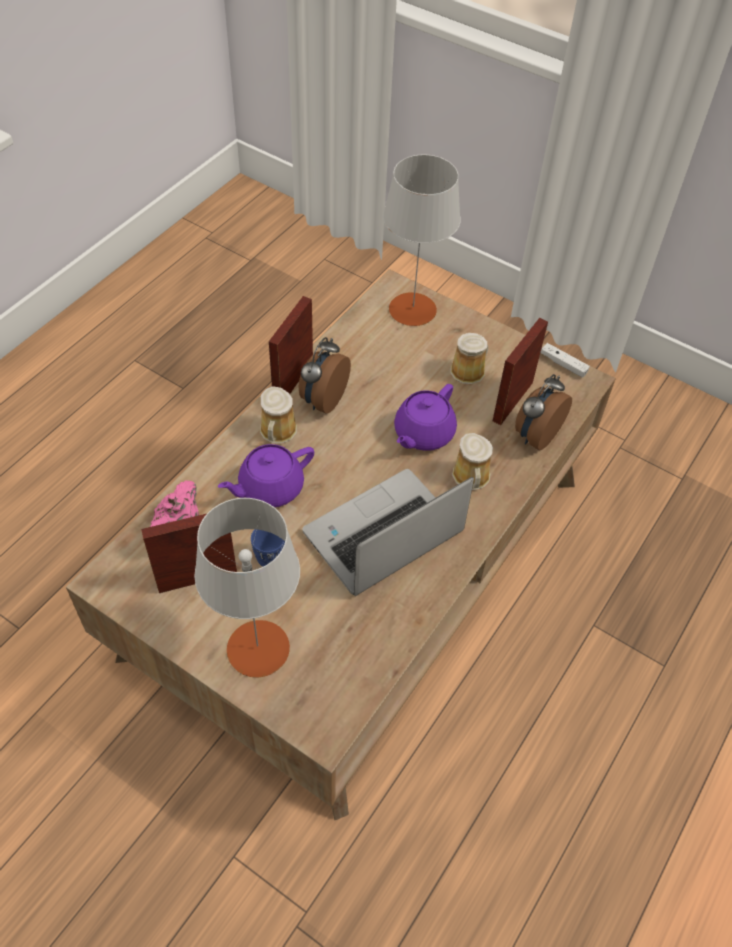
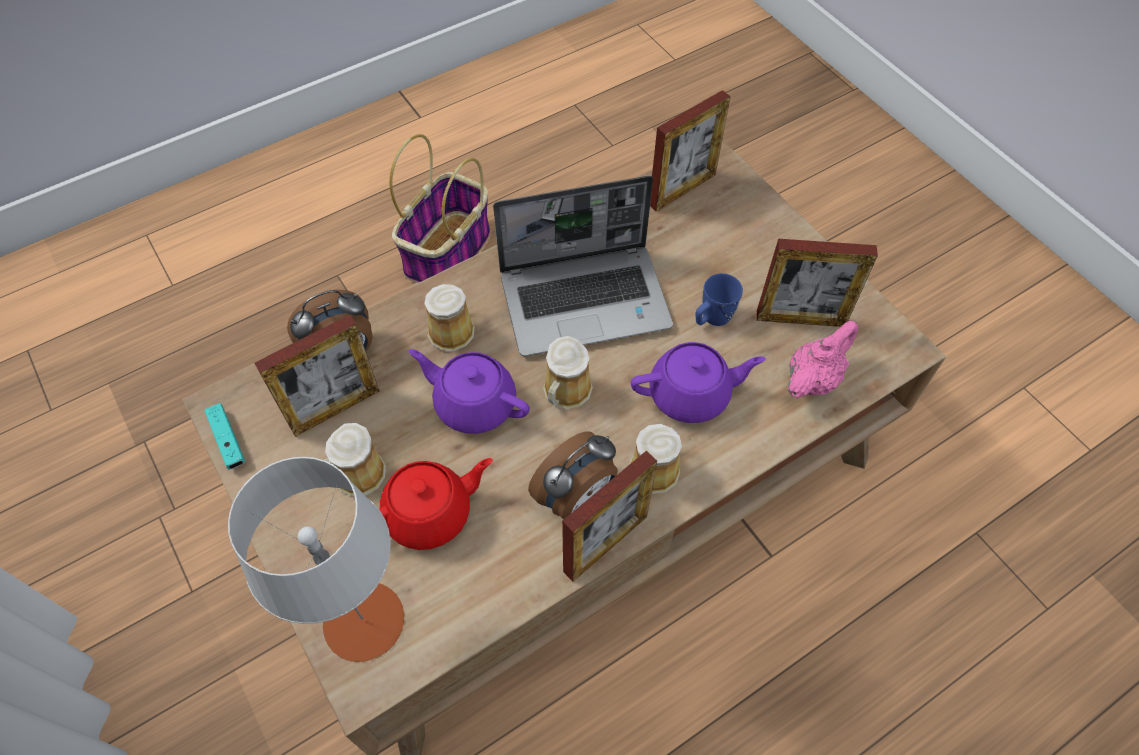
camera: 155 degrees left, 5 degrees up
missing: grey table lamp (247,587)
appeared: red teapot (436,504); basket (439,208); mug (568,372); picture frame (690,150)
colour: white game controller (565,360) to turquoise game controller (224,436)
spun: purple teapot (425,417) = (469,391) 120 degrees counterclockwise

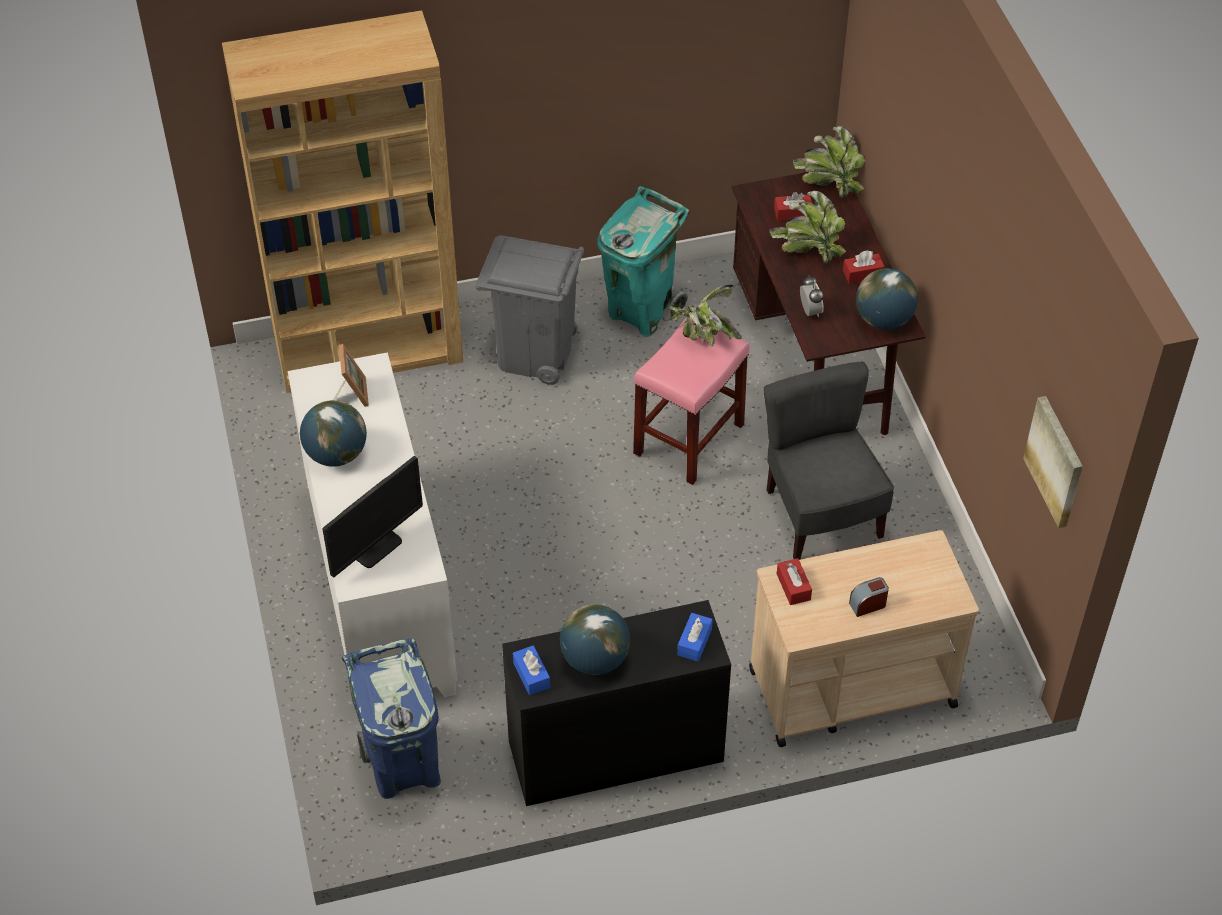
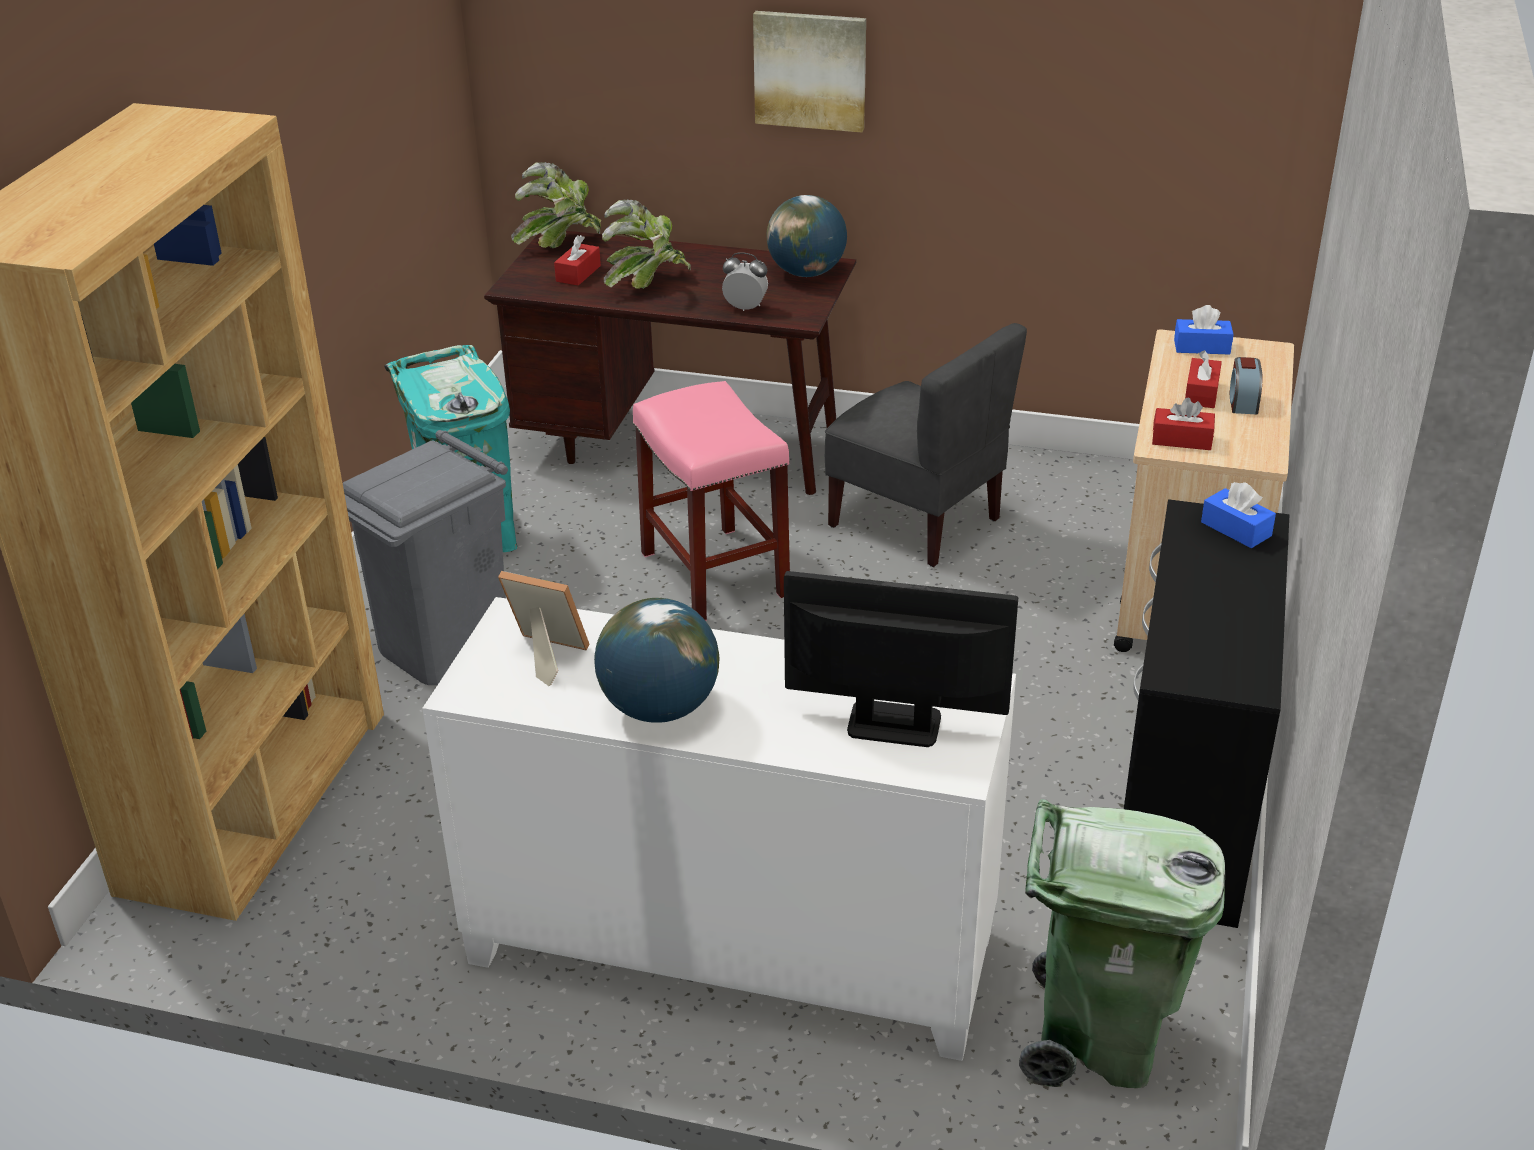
camera: 60 degrees left, 15 degrees down
missing: globe (595,639); potted plant (705,316)
relocated: picture (1053,462) to (809,71); blue tissue box (531,670) to (1203,330); red tissue box (864,267) to (1203,379)
colour: blue trash can (391,719) to green trash can (1122,943)
spun: monitor (373,517) = (901,659) 60 degrees counterclockwise; grey chair (829,461) = (926,445) 150 degrees counterclockwise

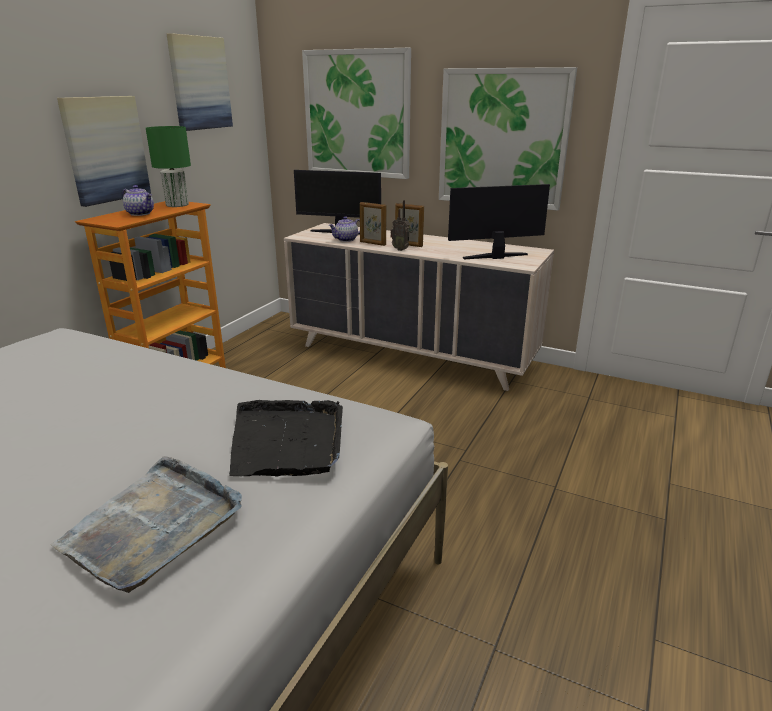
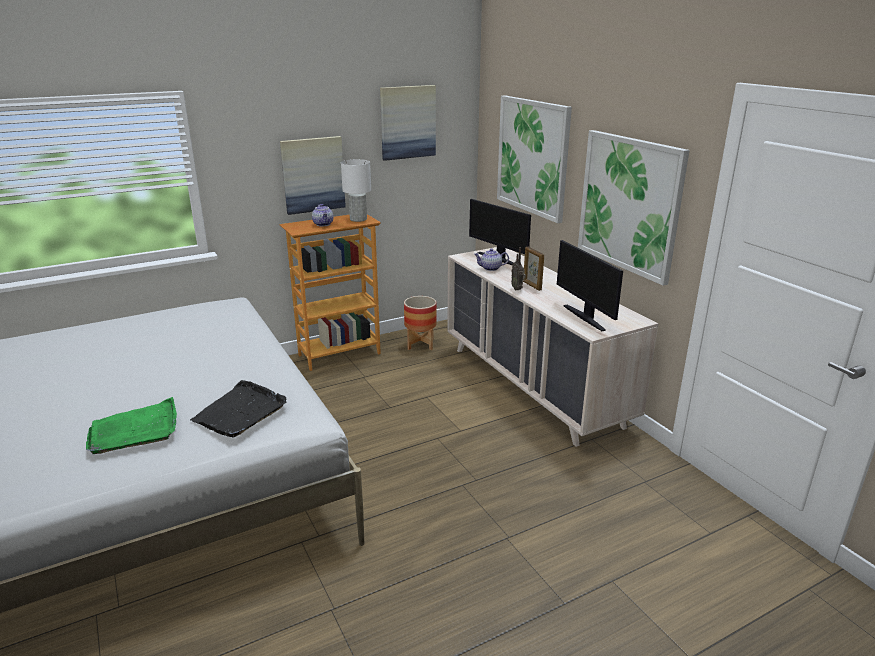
camera: 35 degrees right, 0 degrees up
missing: picture frame (373,224)
appeared: planter (420,323)
colour: grey tray (146,524) to green tray (131,425); green table lamp (168,166) to white table lamp (356,190)
spun: monitor (499,221) = (590,285) 135 degrees counterclockwise

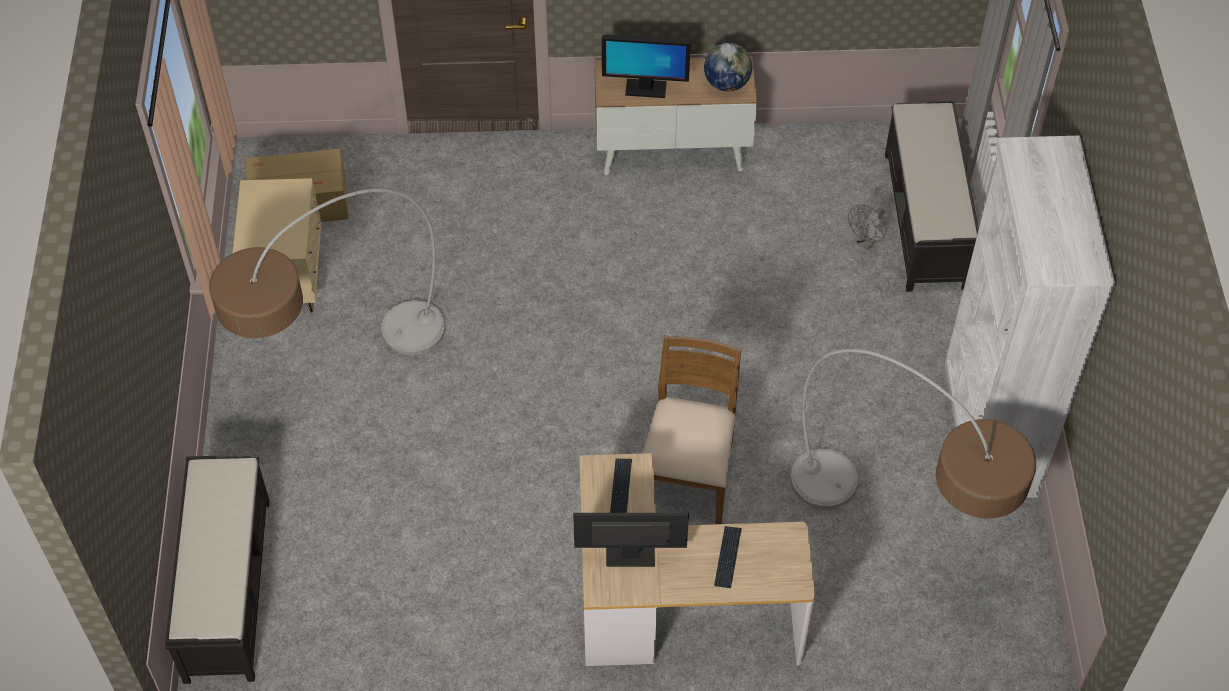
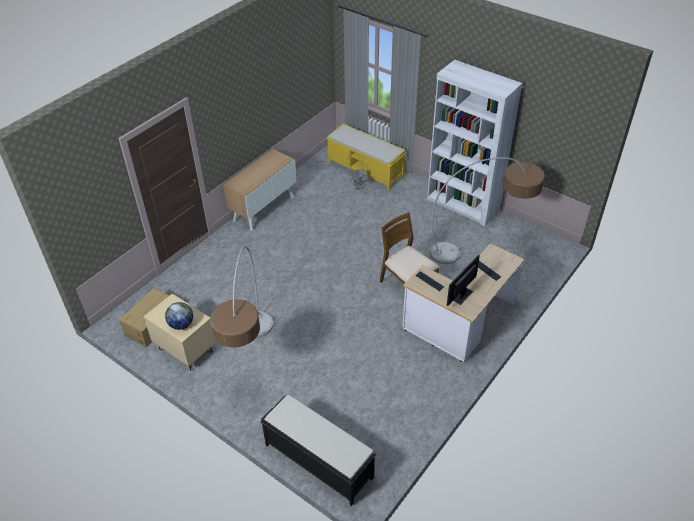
camera: 50 degrees left, 10 degrees down
missing: monitor (646,66)
relocated: globe (728,67) to (179,316)
colour: black bench (932,196) to yellow bench (366,157)

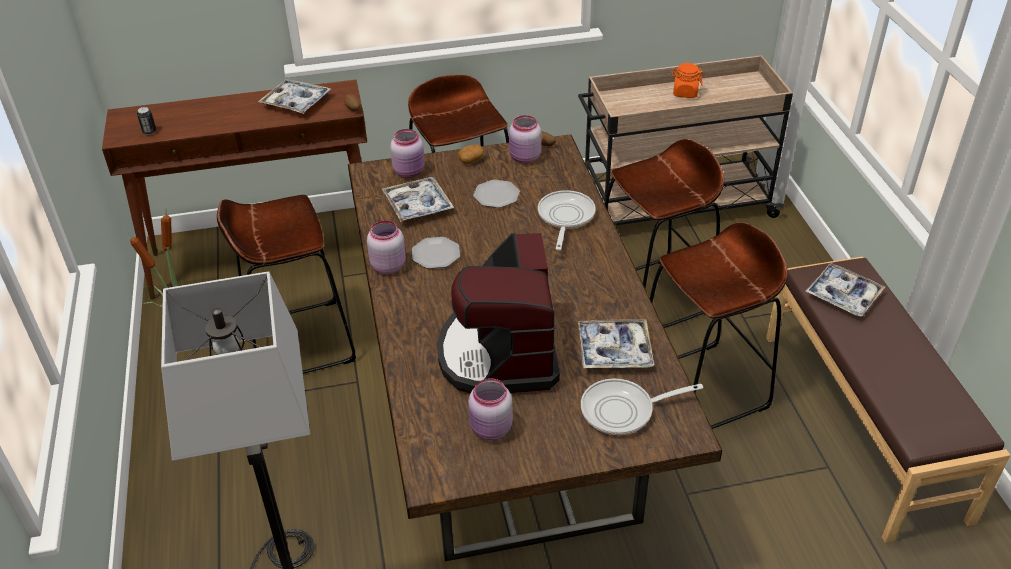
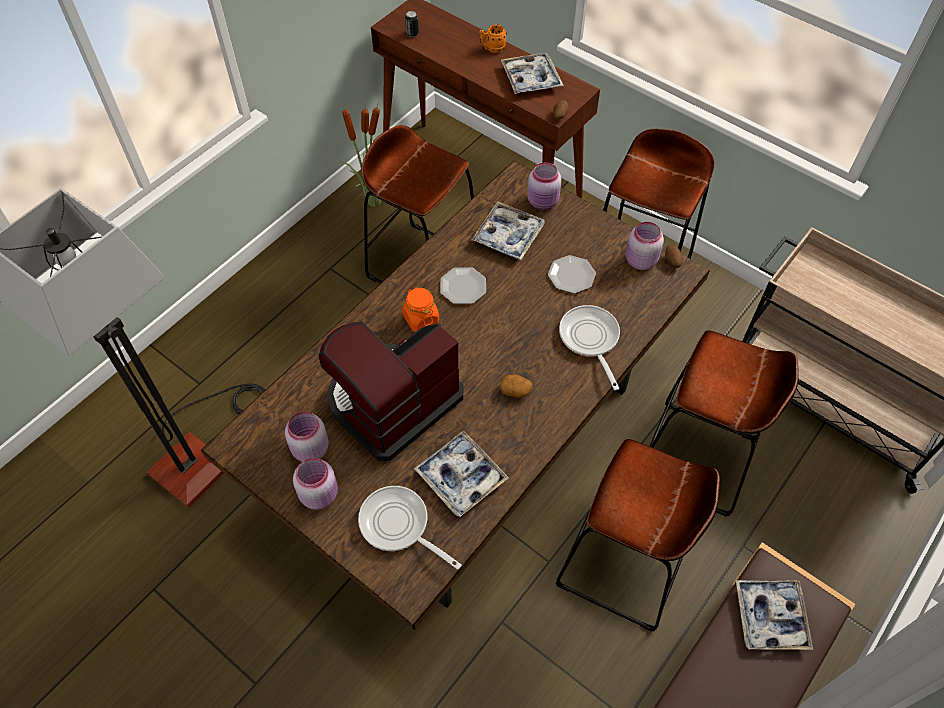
camera: 50 degrees right, 15 degrees up
appeared: orange mug (493,39)
relocated: pink jar (386,247) to (315,484); orange jar (687,80) to (420,309); potato (471,154) to (516,386)
spun: frying pan (567,220) = (589,347) 75 degrees counterclockwise

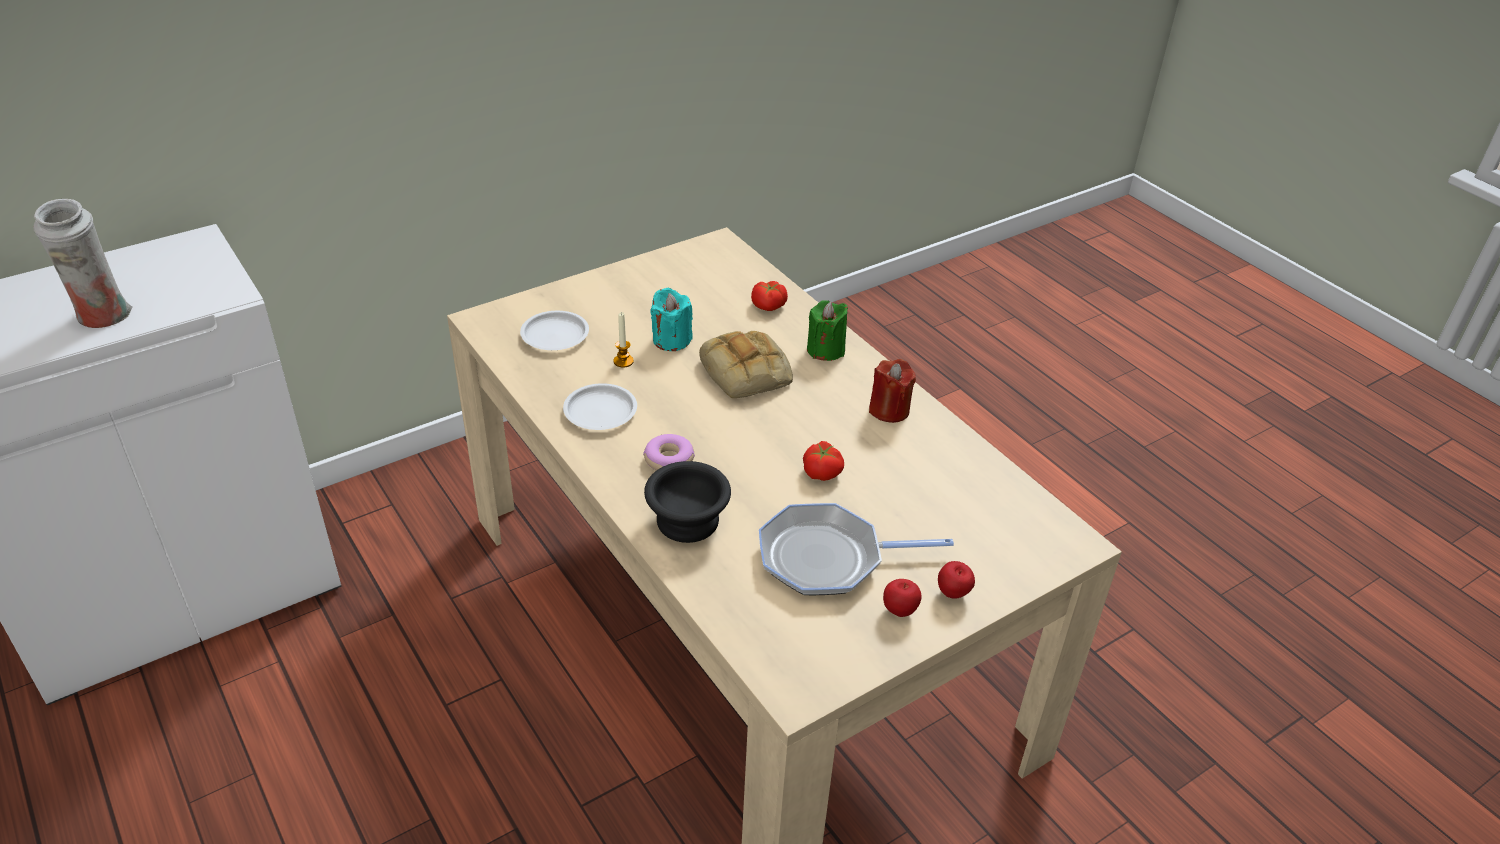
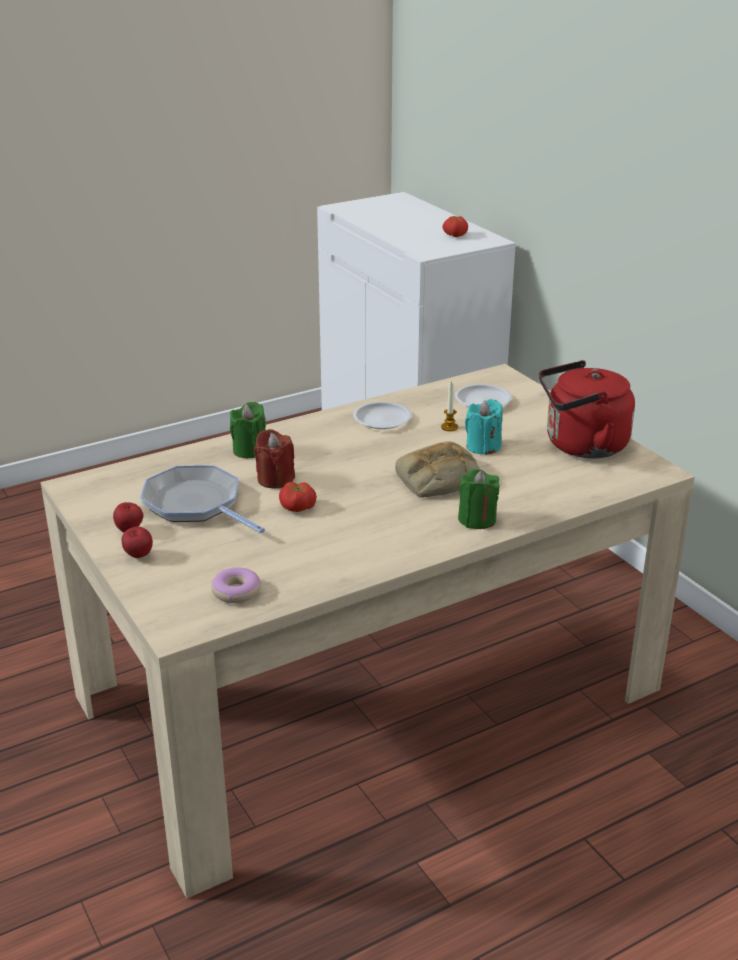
camera: 95 degrees right, 10 degrees down
missing: white vase (83,263)
appeared: red kettle (587,409)
relocated: donut (669,452) to (236,585); red candle (892,391) to (274,458); tomato (769,296) to (455,226)
exchanged: black bowl (687,502) to green candle (248,430)
spun: frying pan (856,549) = (202,499) 45 degrees counterclockwise

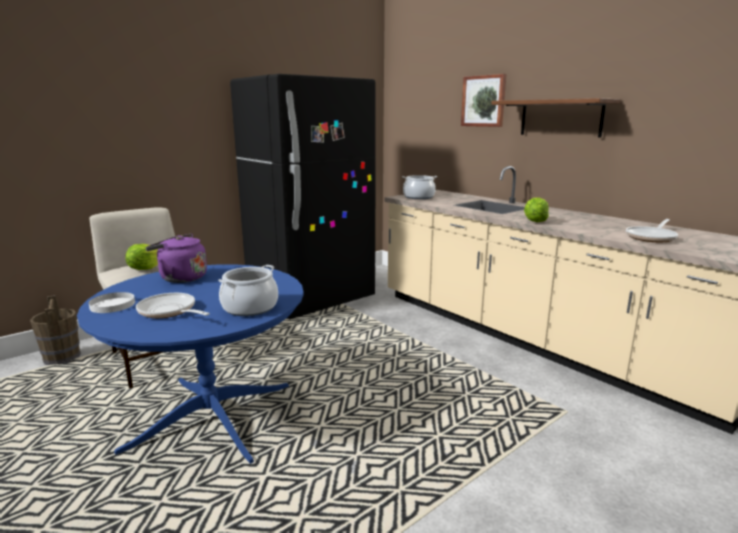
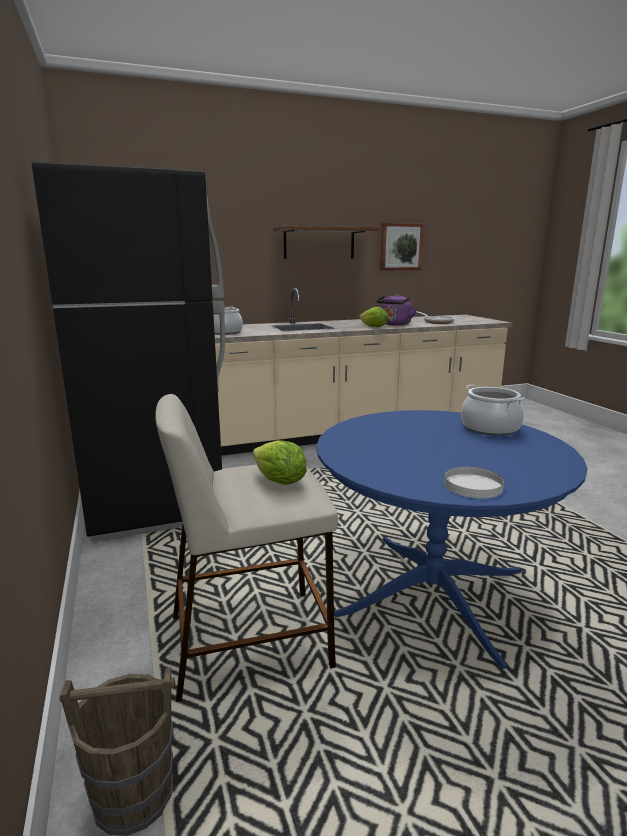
camera: 70 degrees left, 0 degrees up
missing: frying pan (173,305)
relocated: purple kettle (176,258) to (396,310); picture (484,100) to (402,247)

